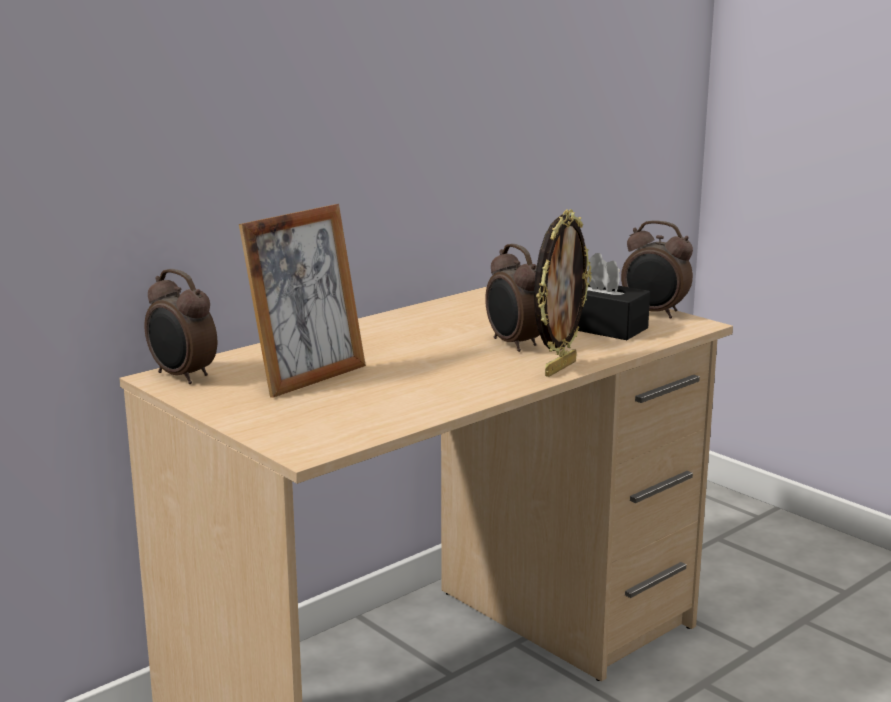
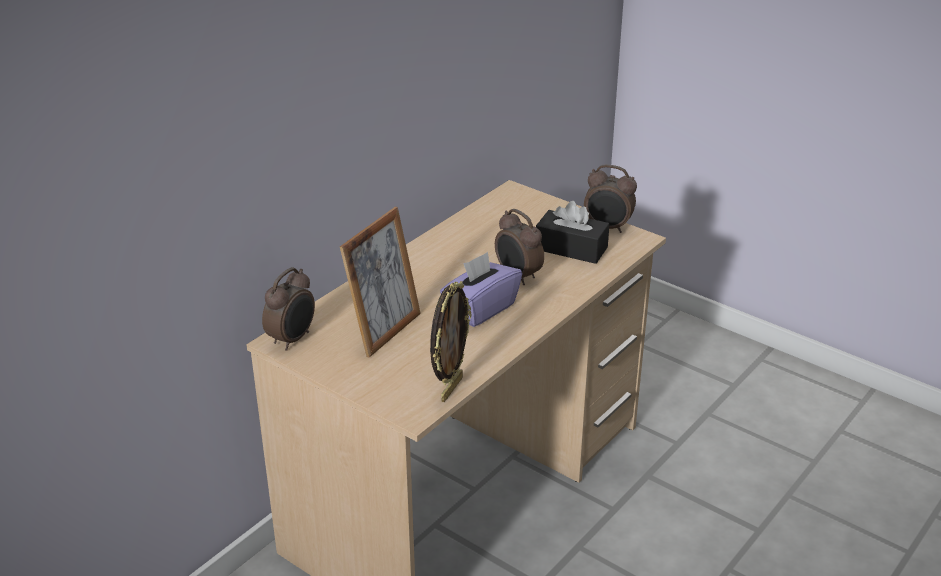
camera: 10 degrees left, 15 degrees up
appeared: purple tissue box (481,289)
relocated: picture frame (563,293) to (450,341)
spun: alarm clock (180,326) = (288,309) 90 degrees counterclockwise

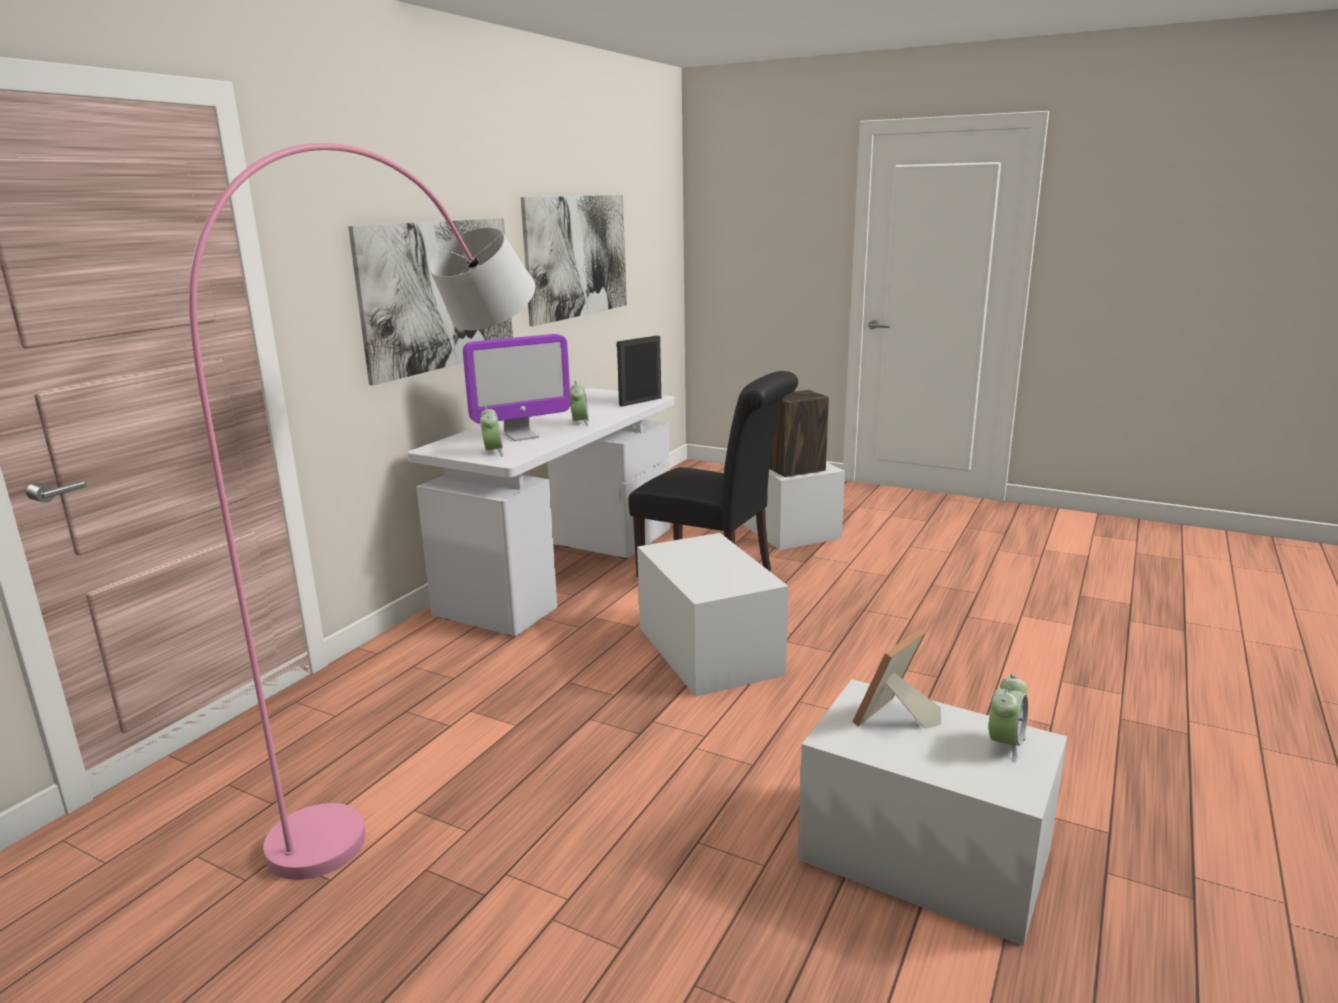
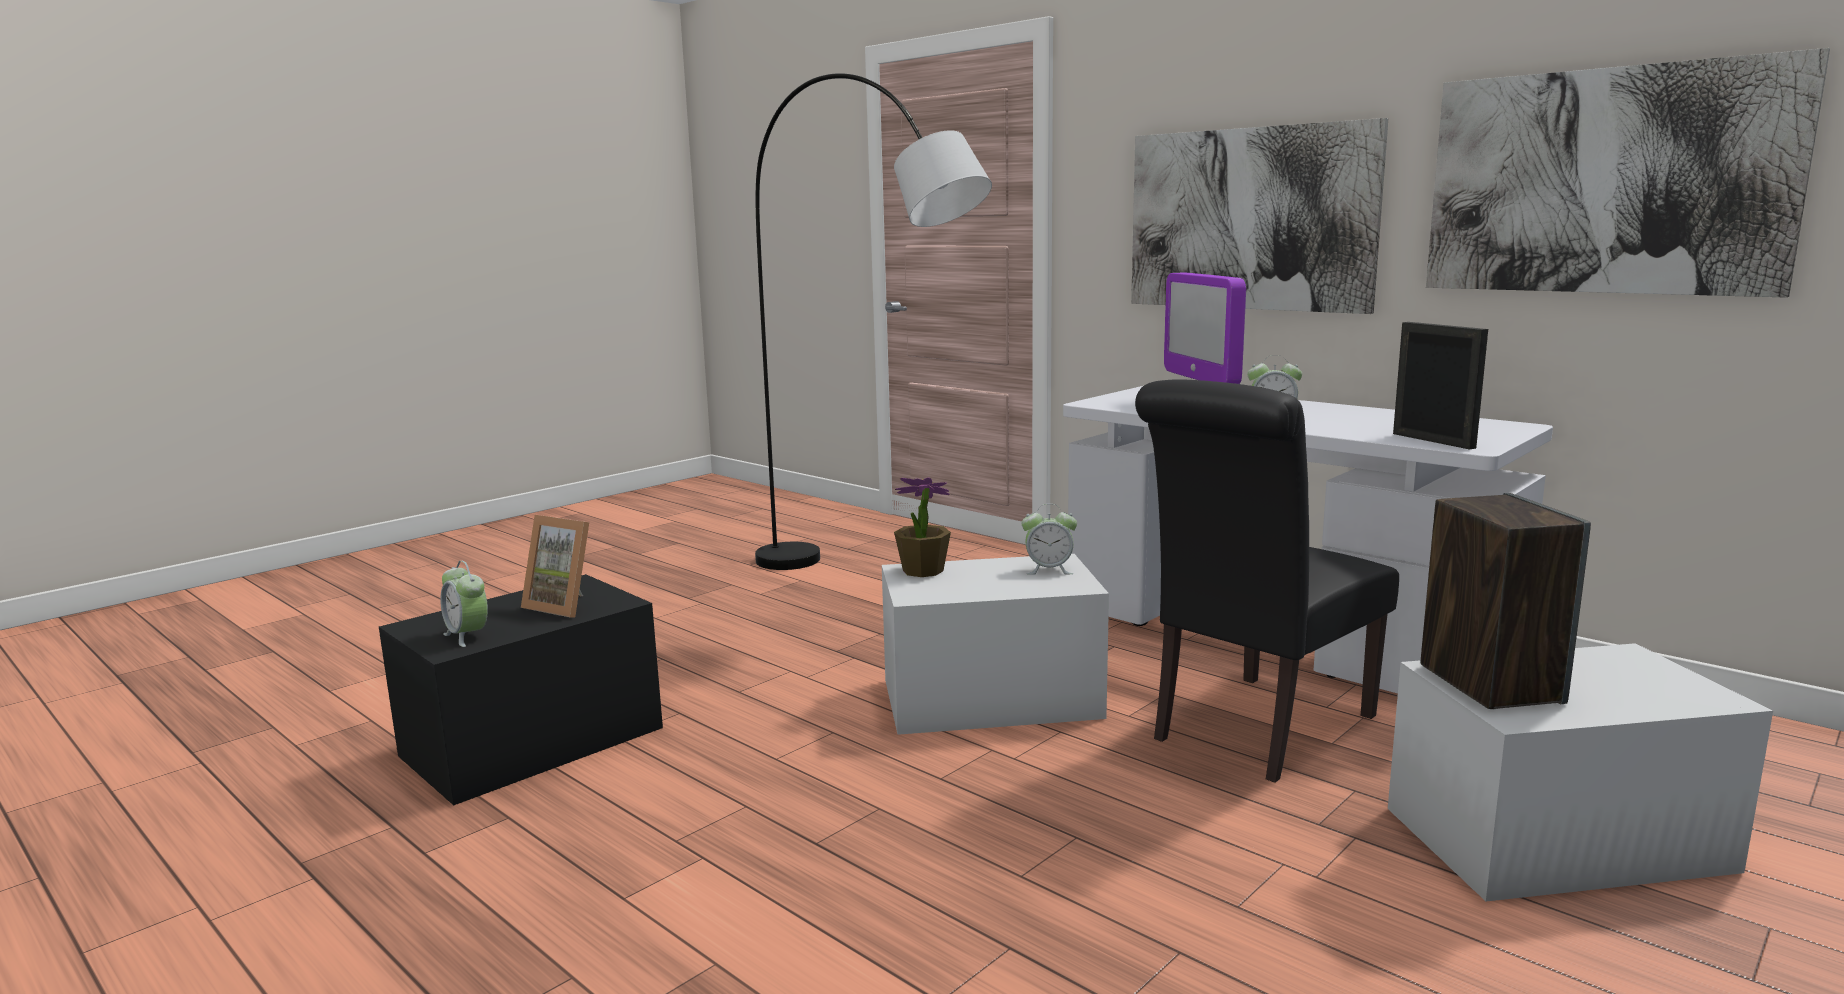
camera: 105 degrees right, 5 degrees down
appeared: potted plant (922,527)
relocated: alarm clock (491,431) to (1049,539)
colour: white storage box (932,812) to black storage box (521,689); pink floor lamp (362,511) to grey floor lamp (873,321)
spun: picture frame (896,678) = (555,566) 150 degrees clockwise

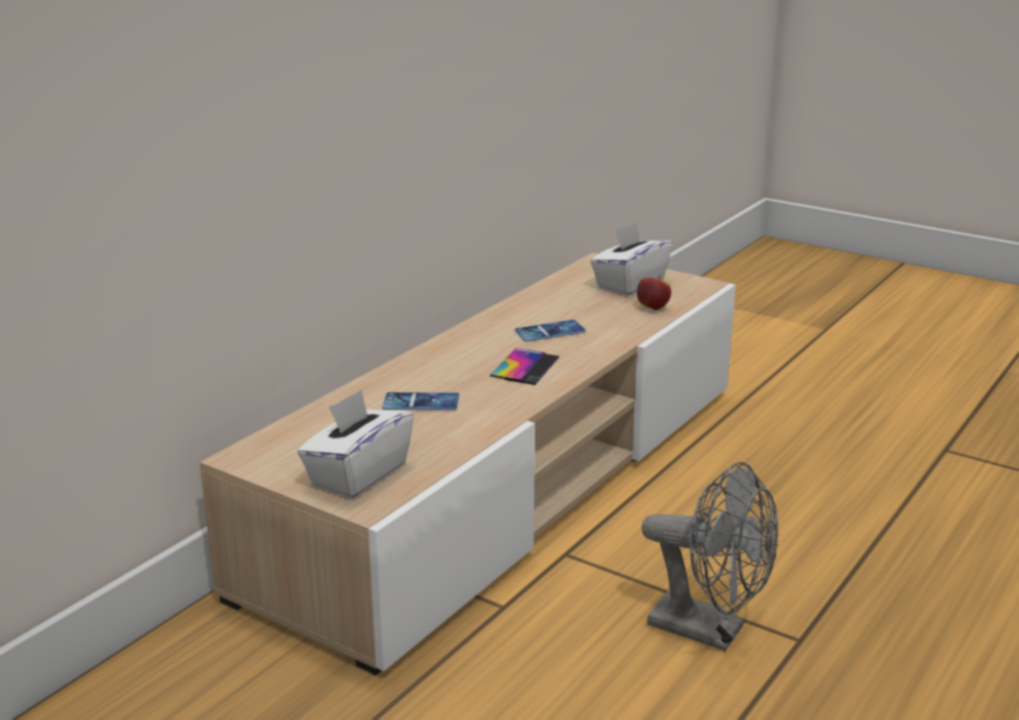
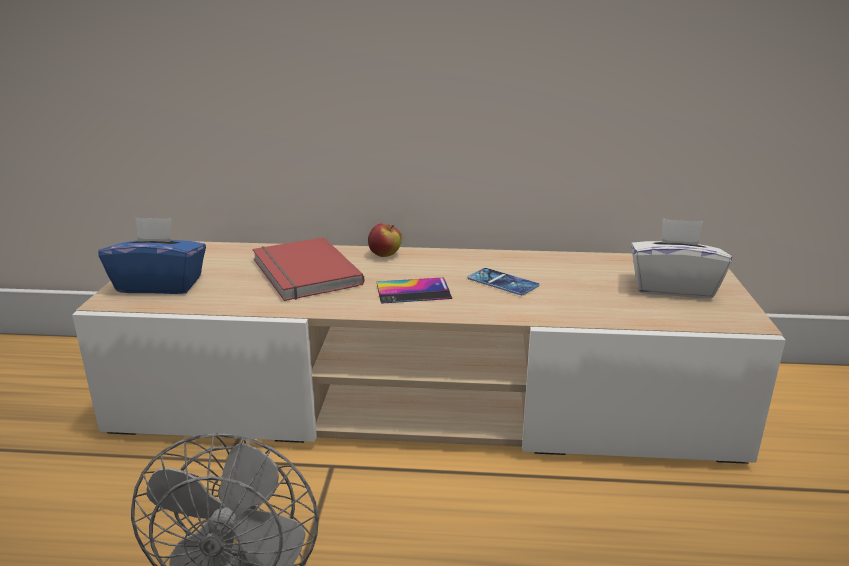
camera: 60 degrees right, 0 degrees up
relocated: apple (654,292) to (385,240)
exchanged: phone (420,401) to red book (308,269)
colour: white tissue box (355,444) to blue tissue box (152,255)

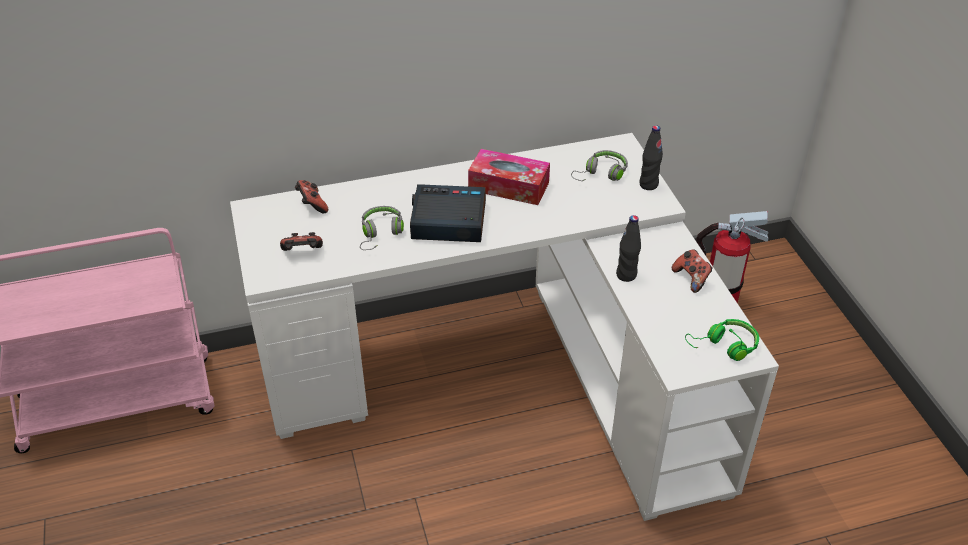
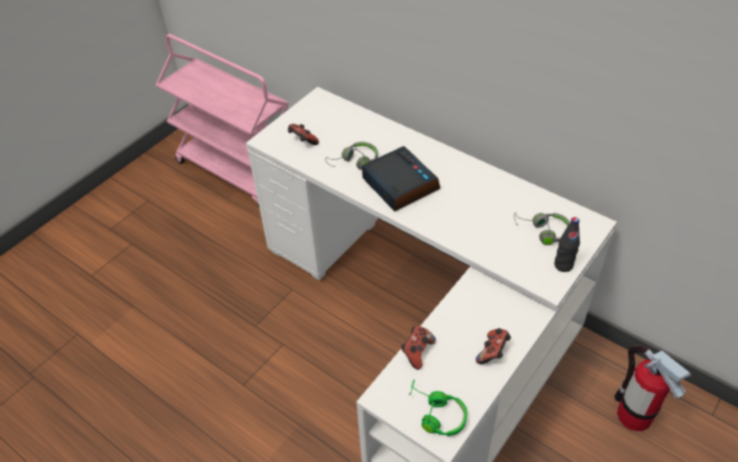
camera: 55 degrees right, 5 degrees up
missing: tissue box (509,177); black bottle (628,248)
relocated: game controller (311,196) to (418,348)

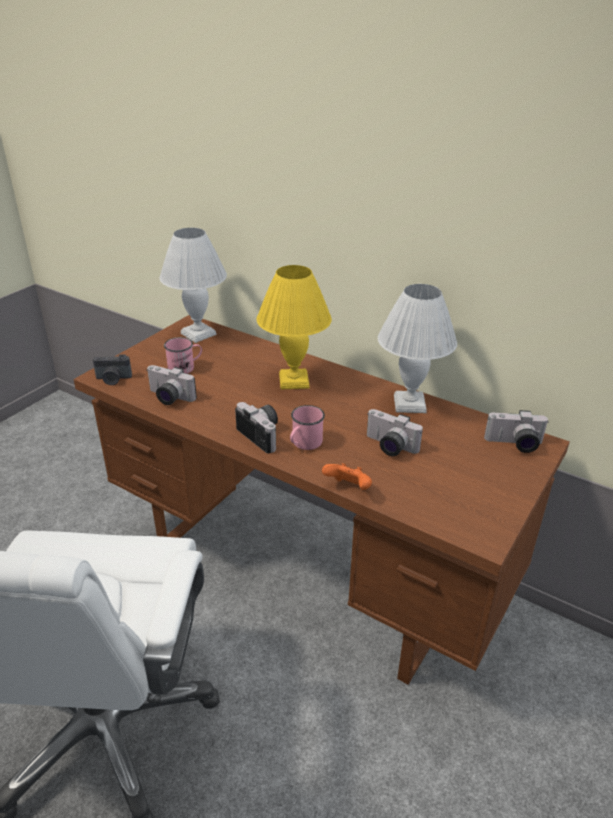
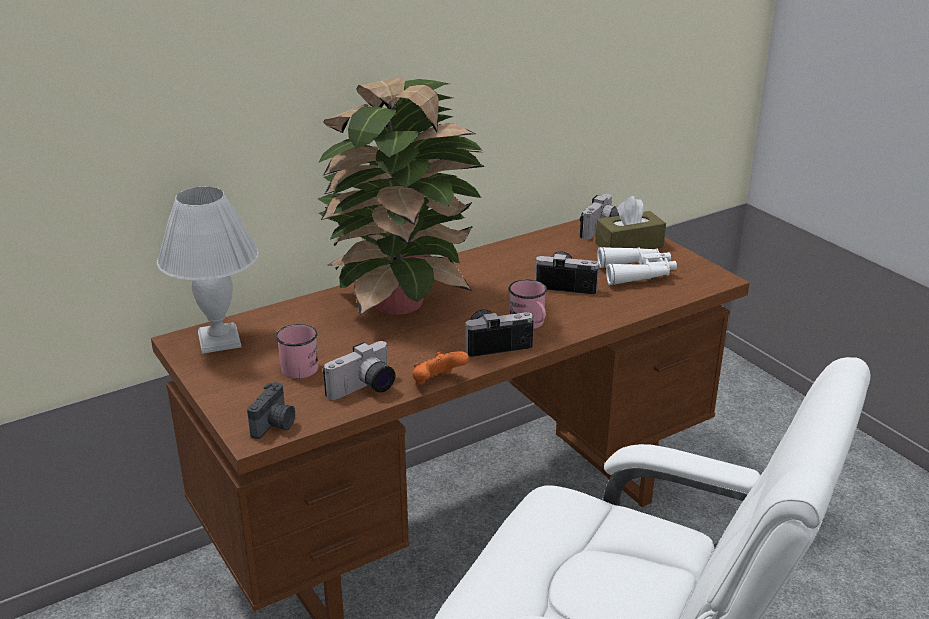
camera: 65 degrees left, 5 degrees down
missing: white table lamp (417,348)
appeared: brown tissue box (630,222); white binoculars (637,266)
relocated: orange game controller (347,476) to (440,368)
exchanged: yellow table lamp (294,327) to potted plant (401,196)
spun: photo camera (395,432) = (567,273) 135 degrees counterclockwise

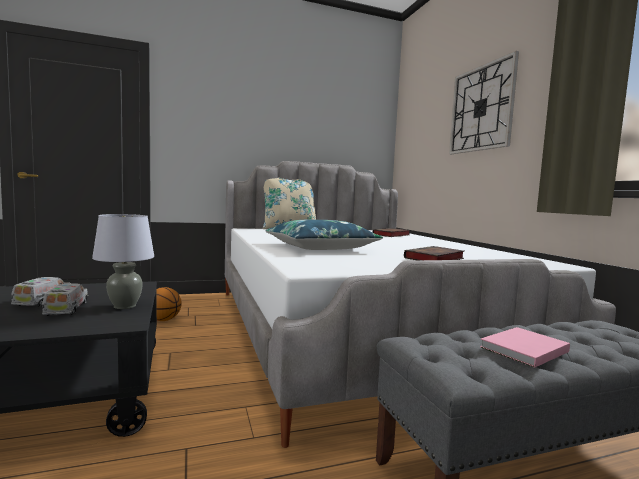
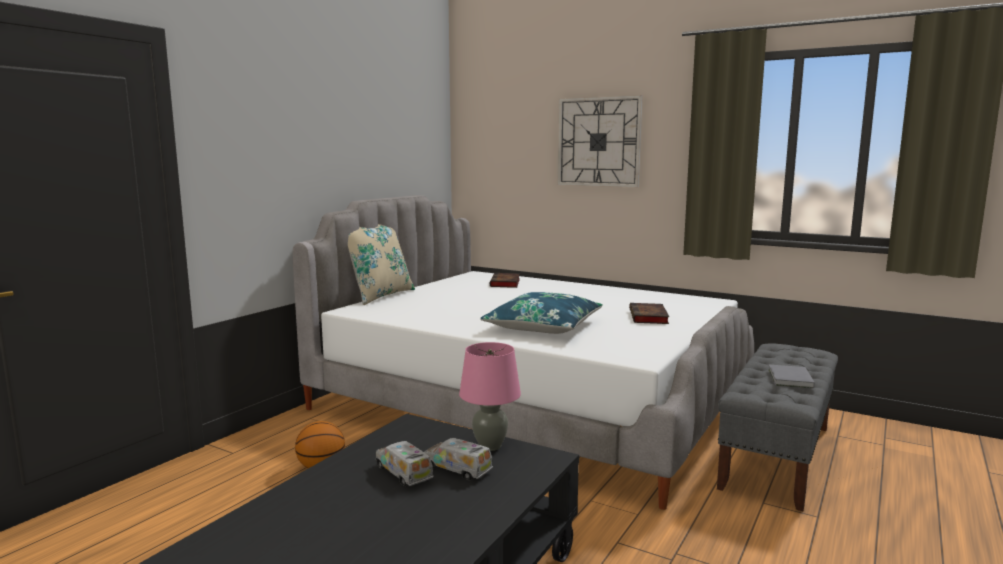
camera: 40 degrees left, 5 degrees up
colour: grey table lamp (123,261) to pink table lamp (490,396); pink book (525,347) to grey book (791,376)

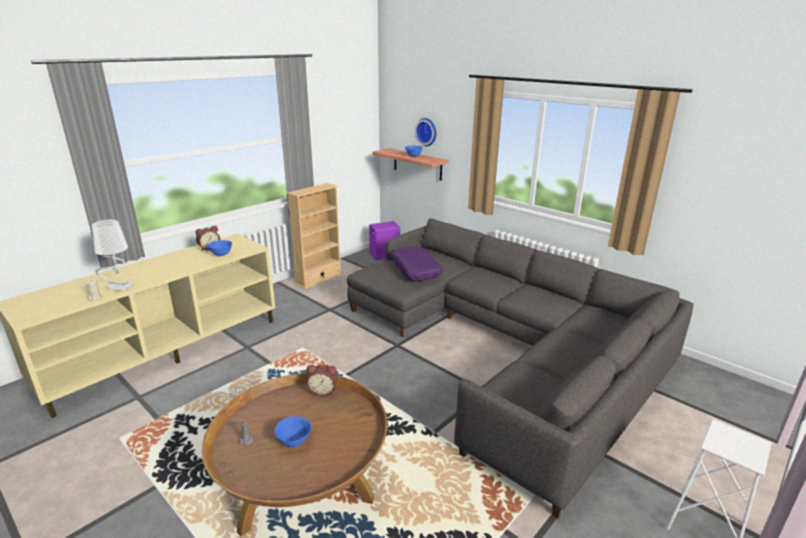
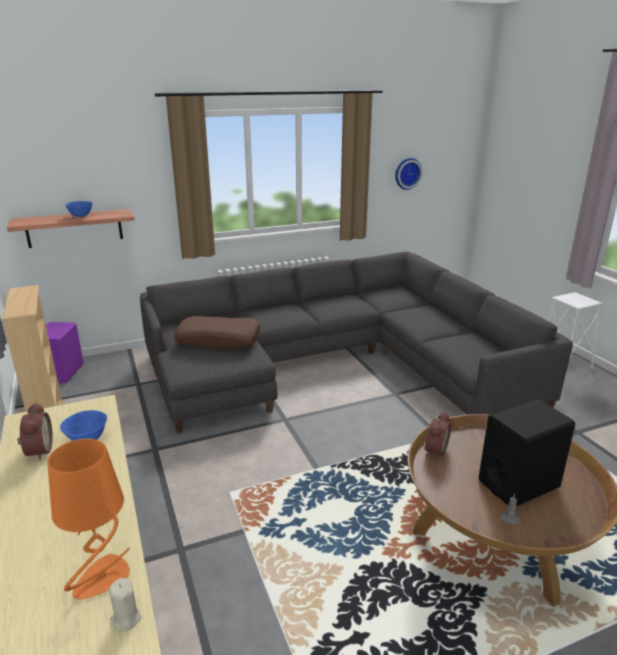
camera: 65 degrees left, 0 degrees up
relocated: wall clock (425,132) to (409,174)
exchanged: blue bowl (293,431) to black speaker (527,452)
colour: grey table lamp (113,255) to orange table lamp (88,518); purple pillow (417,264) to brown pillow (217,332)

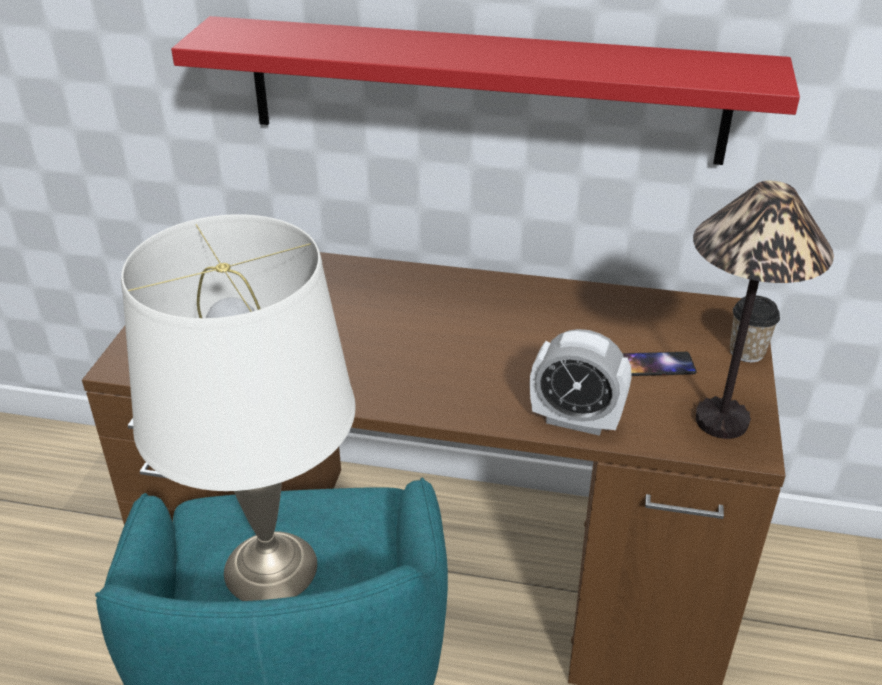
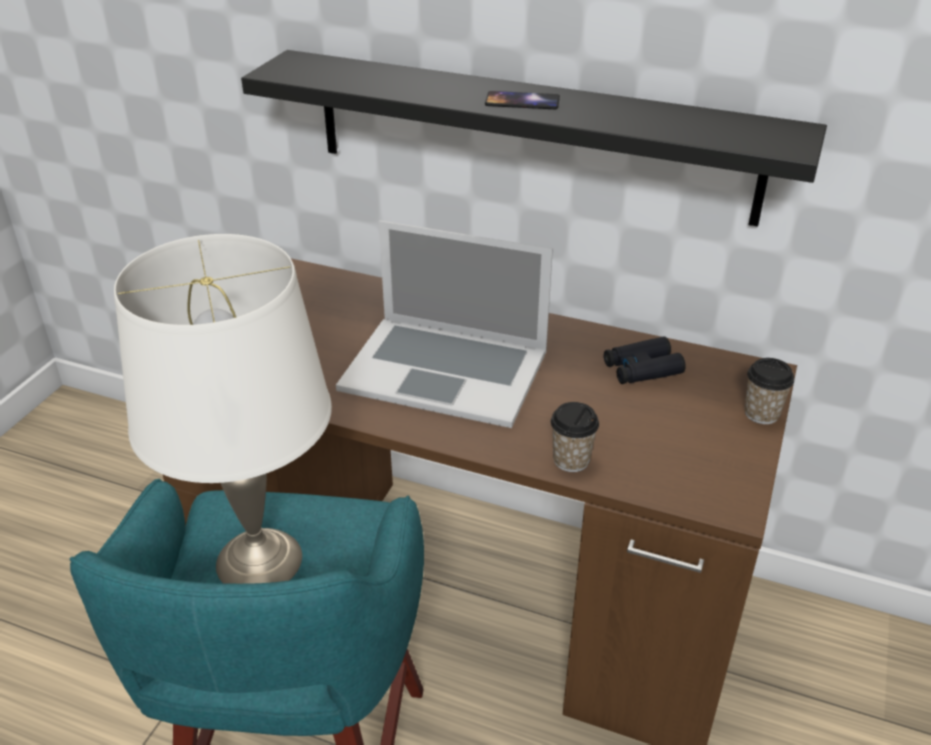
camera: 10 degrees right, 0 degrees up
missing: table lamp (763,310)
appeared: laptop (444,324); black binoculars (645,360)
relocated: phone (660,364) to (522,100)
exchanged: alarm clock (580,382) to cup (575,437)
colour: red shelf (485,90) to black shelf (534,138)

